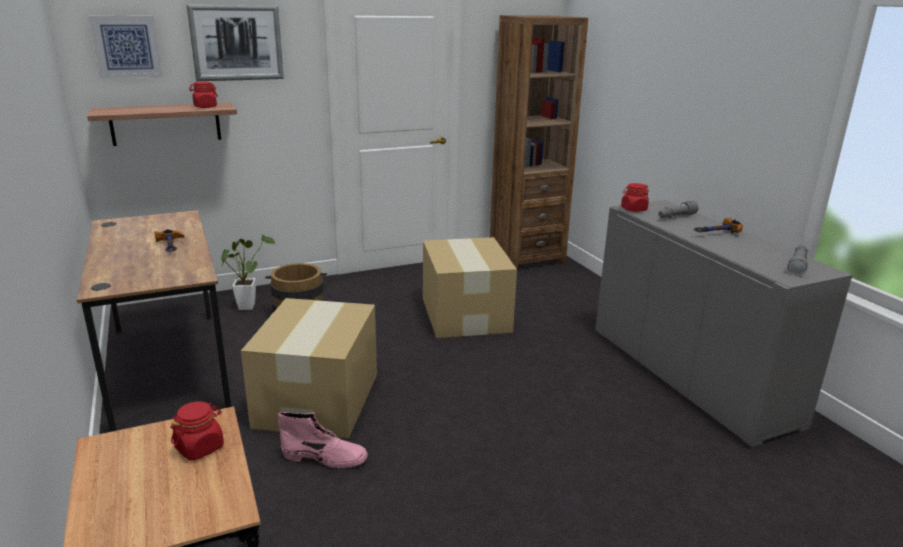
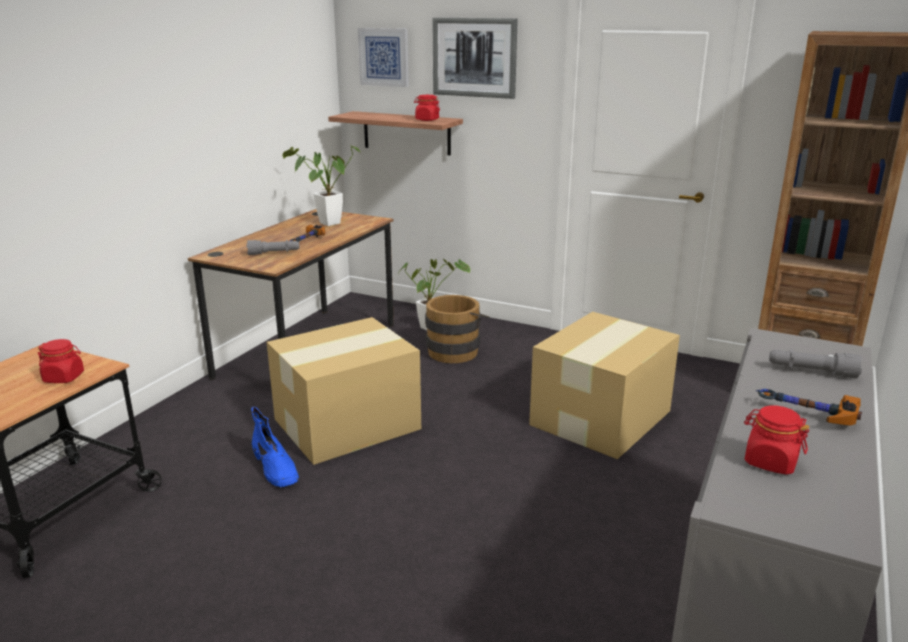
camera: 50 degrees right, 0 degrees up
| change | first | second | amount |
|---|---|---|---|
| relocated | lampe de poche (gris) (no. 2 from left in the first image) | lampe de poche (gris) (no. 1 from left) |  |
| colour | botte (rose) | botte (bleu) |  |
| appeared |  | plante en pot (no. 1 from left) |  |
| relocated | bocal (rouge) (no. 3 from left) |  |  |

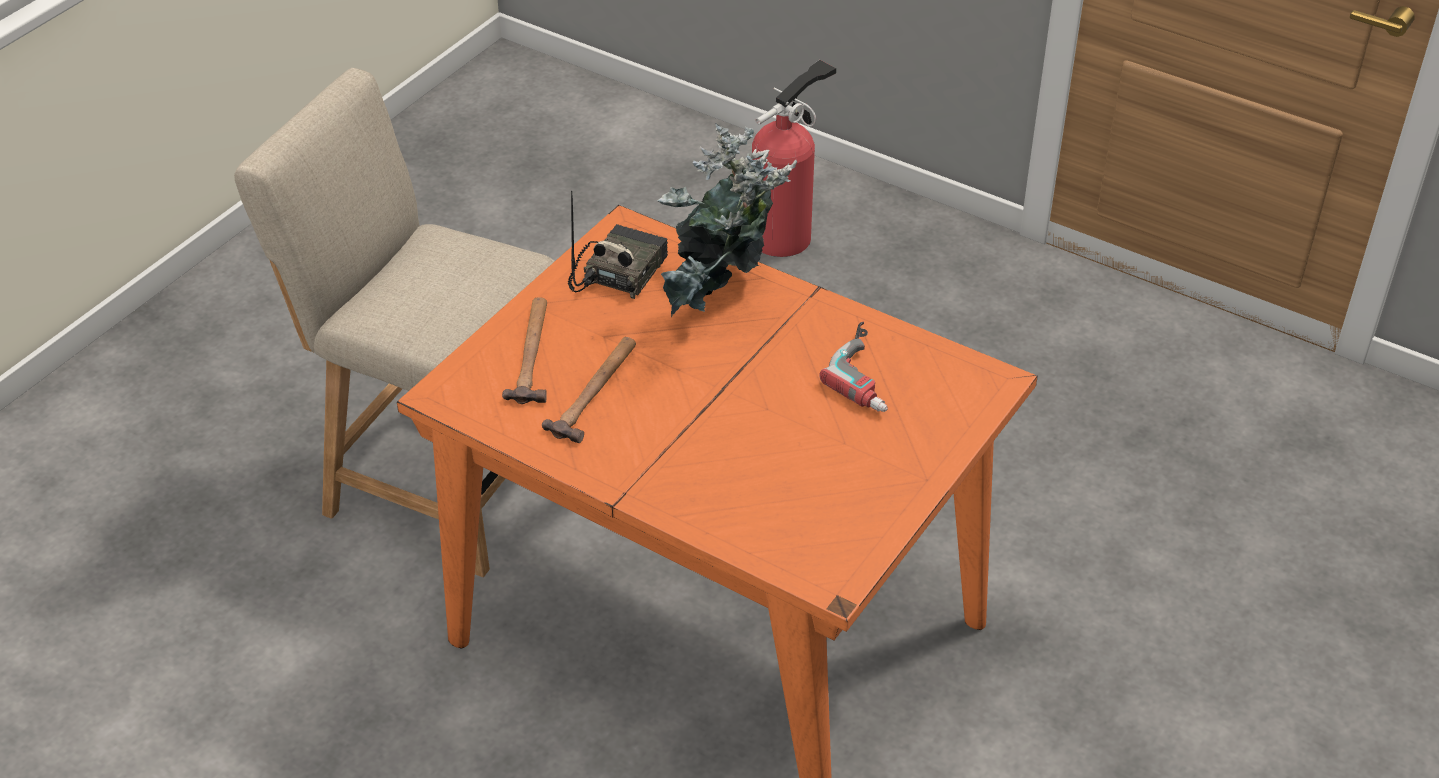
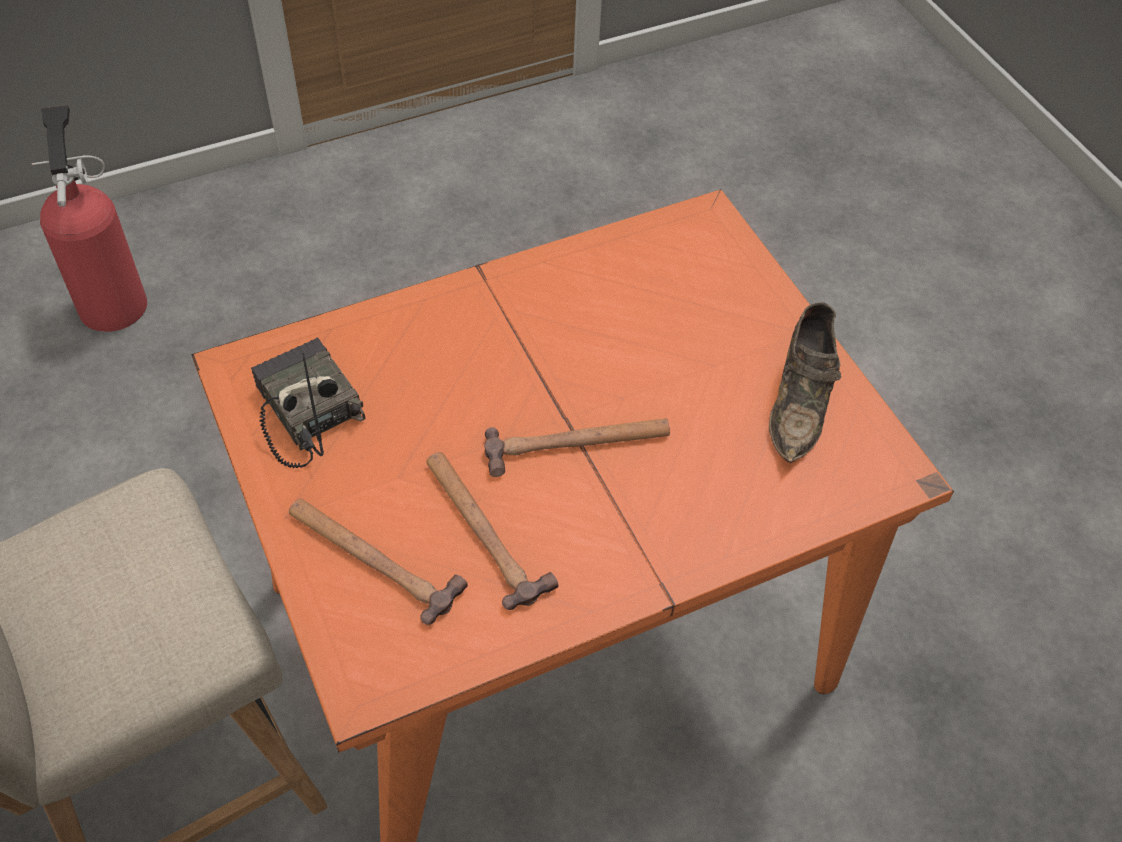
camera: 60 degrees left, 10 degrees up
| change | first | second | amount |
|---|---|---|---|
| appeared |  | marteau (no. 3 from left) |  |
| appeared |  | chaussure (marron) |  |
| missing | plante en pot |  |  |
| missing | perceuse |  |  |

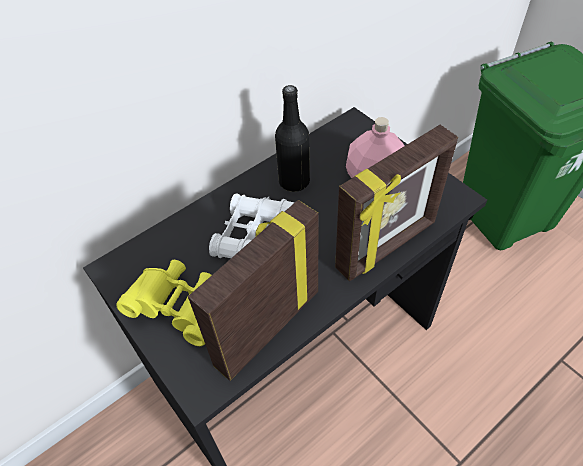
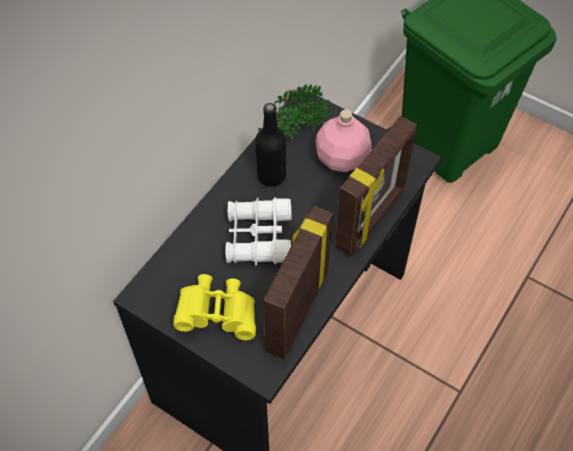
camera: 20 degrees left, 5 degrees up
| change | first | second | amount |
|---|---|---|---|
| appeared |  | plante en pot |  |

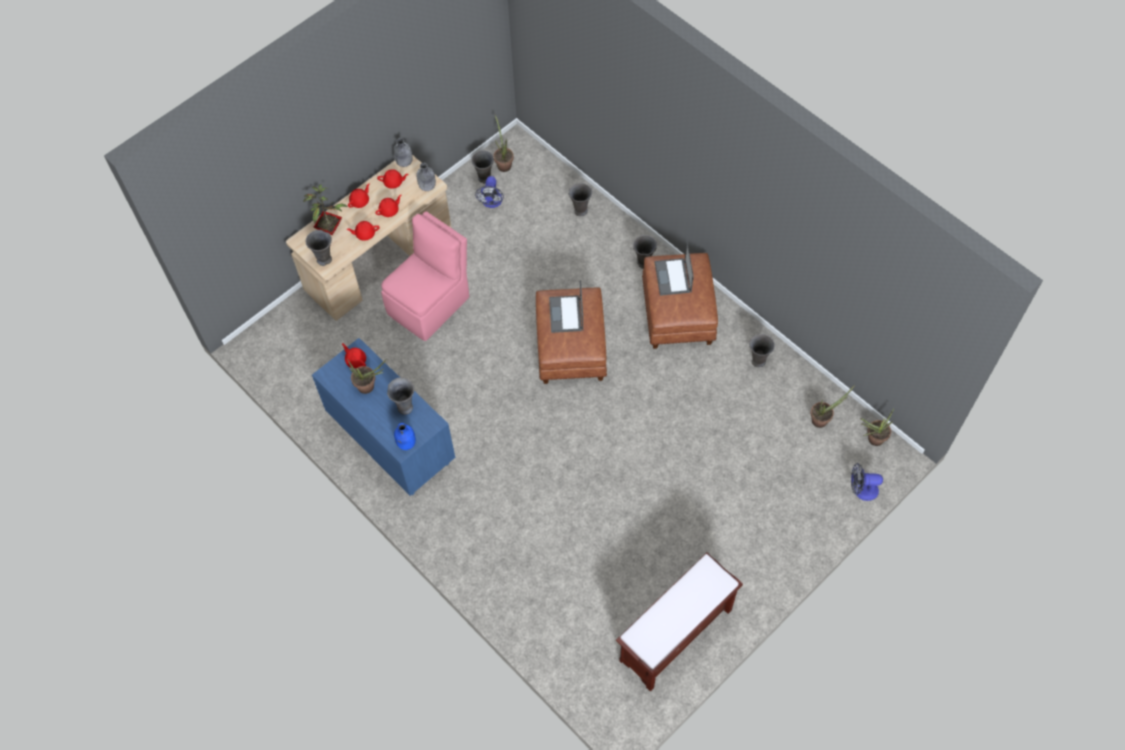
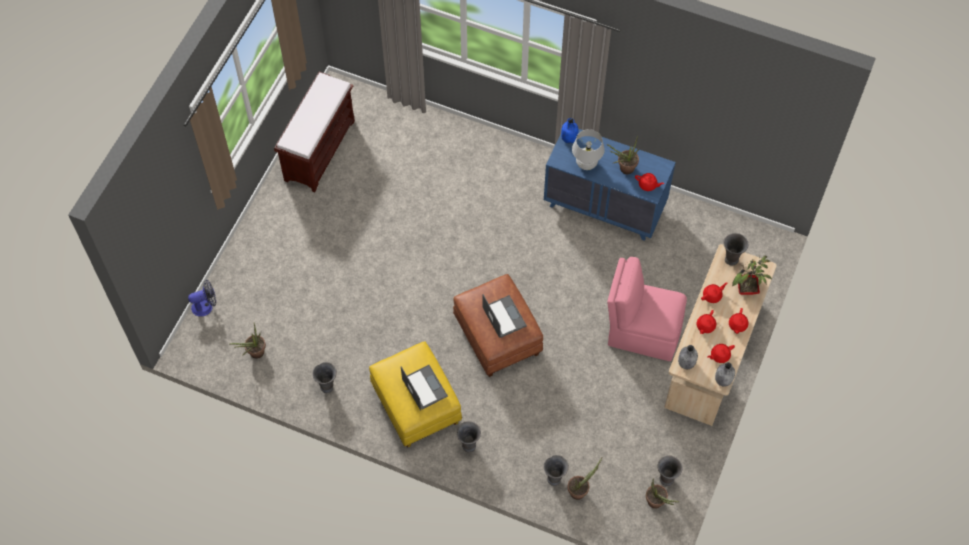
camera: 155 degrees right, 0 degrees up
| change | first | second | amount |
|---|---|---|---|
| colour | pouf (marron) (no. 2 from left) | pouf (jaune) |  |
| relocated | plante en pot (no. 5 from left in the first image) | plante en pot (no. 2 from left) |  |
| exchanged | vase (gris) (no. 2 from left) | lampe de table (blanc) |  |
| spun | chaise (rose) |  | 90 degrees clockwise |
| missing | ventilateur (no. 1 from left) |  |  |

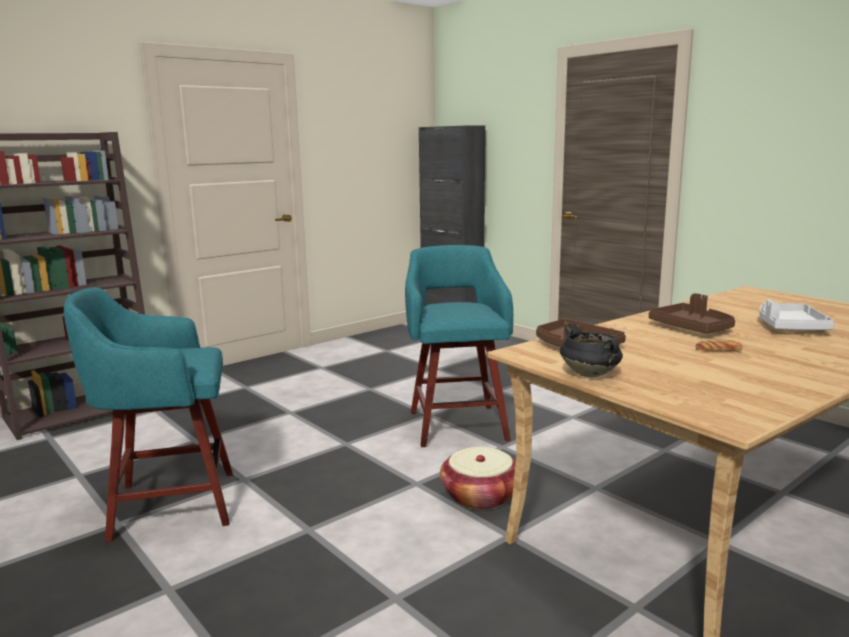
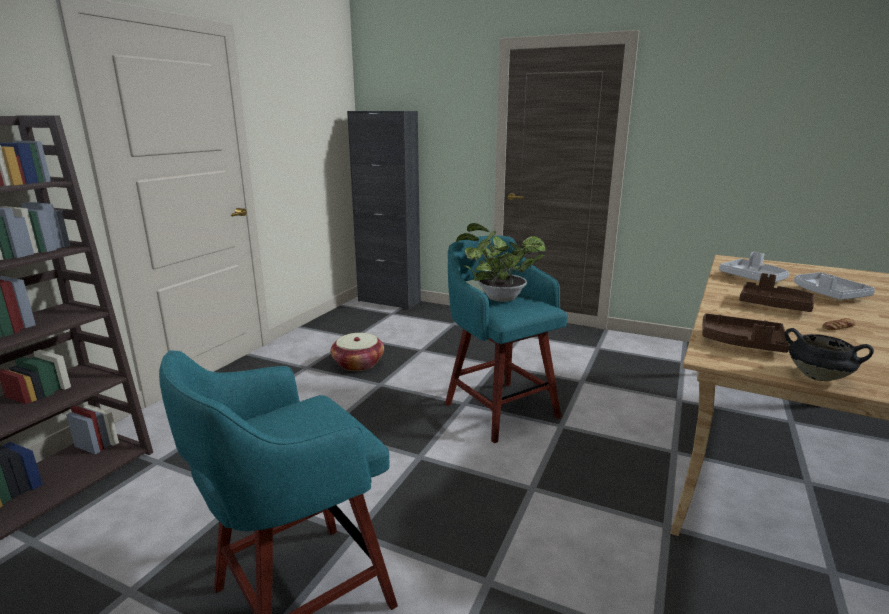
camera: 25 degrees left, 5 degrees up
| change | first | second | amount |
|---|---|---|---|
| relocated | panier |  |  |
| appeared |  | plante en pot |  |
| appeared |  | plateau (gris) (no. 1 from left) |  |

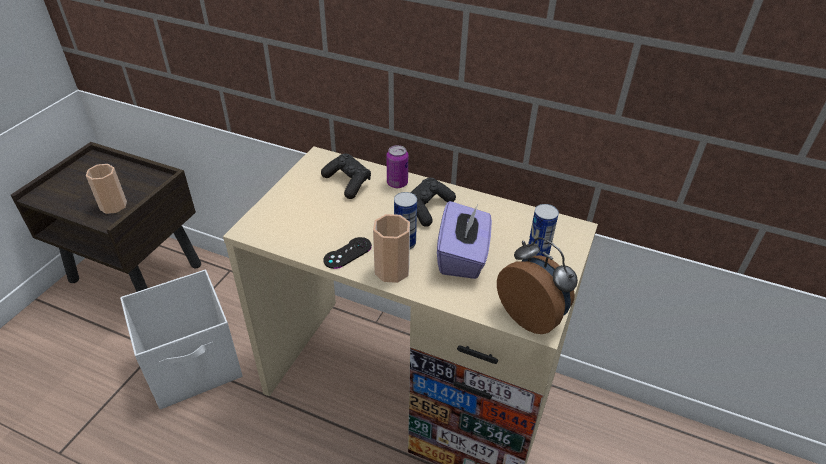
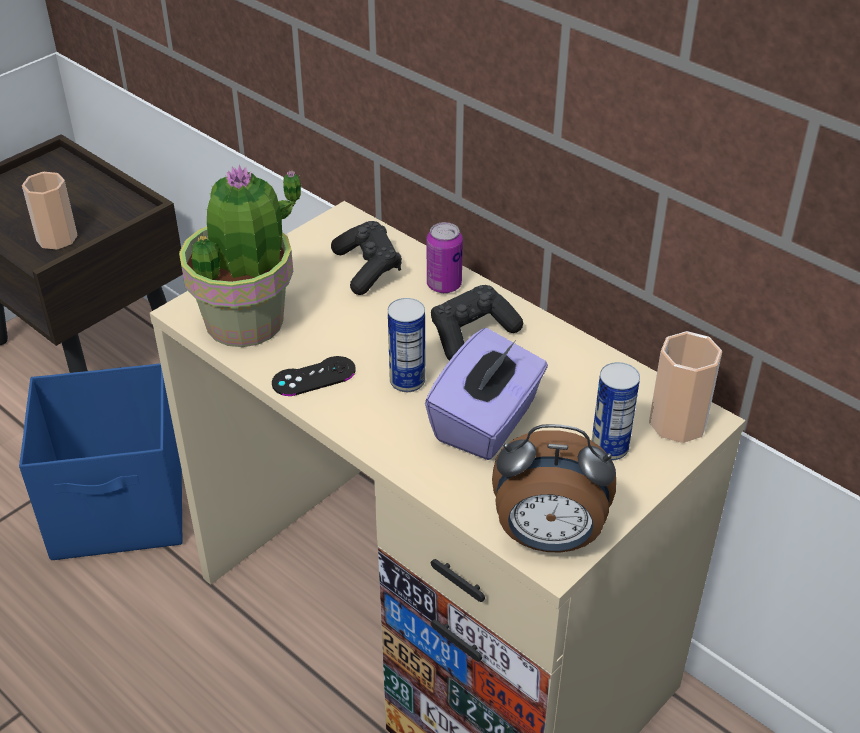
camera: 20 degrees right, 0 degrees up
| change | first | second | amount |
|---|---|---|---|
| colour | boîte de rangement (blanc) | boîte de rangement (bleu) |  |
| appeared |  | plante en pot |  |
| spun | réveil |  | 120 degrees clockwise |
| relocated | tasse (no. 2 from left) |  |  |

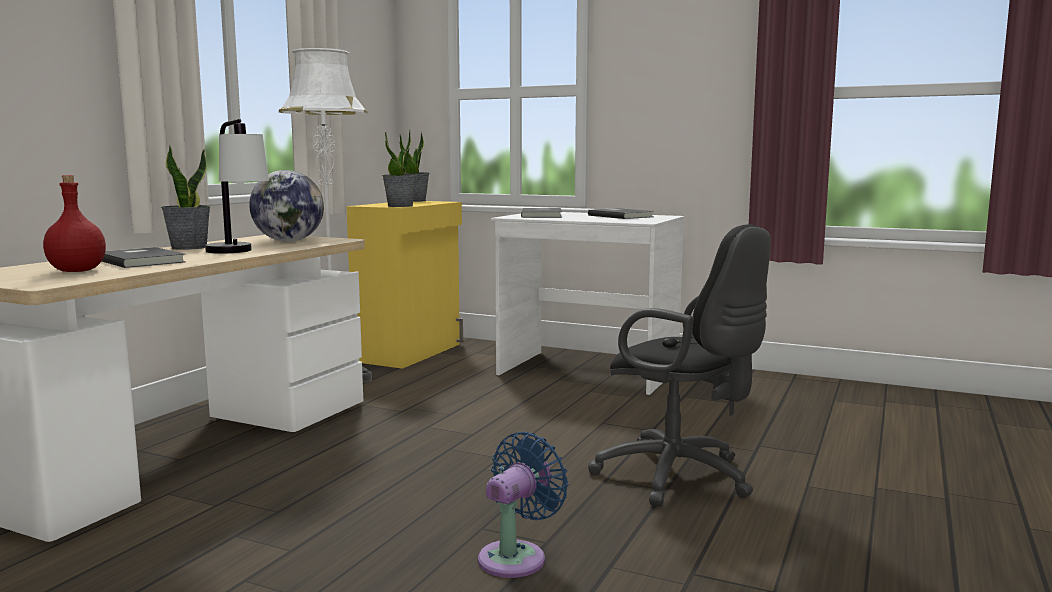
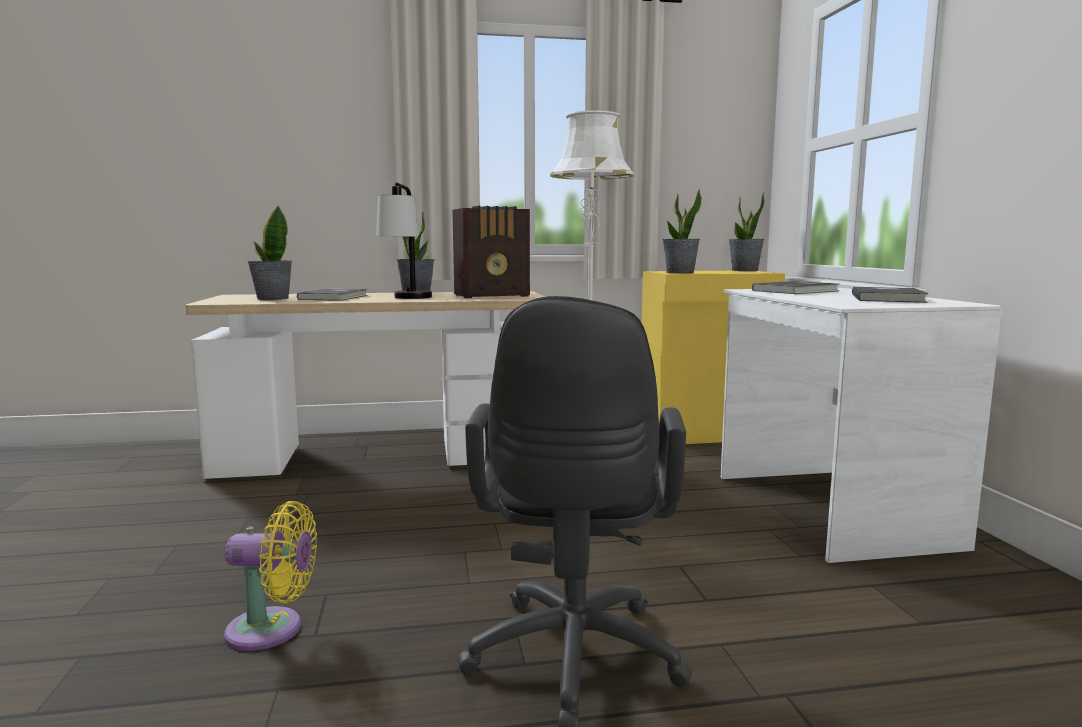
camera: 55 degrees right, 0 degrees up
| change | first | second | amount |
|---|---|---|---|
| colour | ventilateur (bleu) | ventilateur (jaune) |  |
| exchanged | bouteille (rouge) | plante en pot (no. 1 from left) |  |
| exchanged | globe | radio |  |

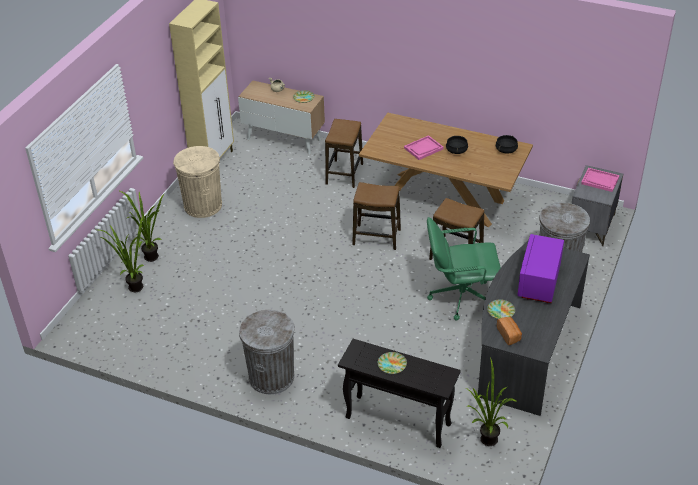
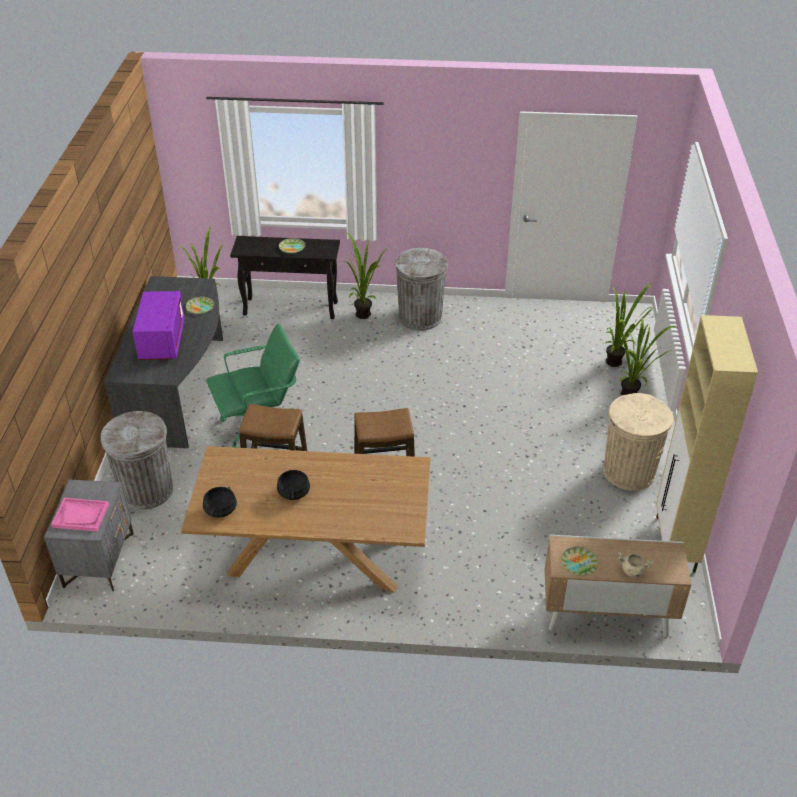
camera: 160 degrees right, 0 degrees up
| change | first | second | amount |
|---|---|---|---|
| appeared |  | plante en pot (no. 2 from left) |  |
| missing | tabouret (no. 1 from left) |  |  |
| missing | plateau (rose) (no. 1 from left) |  |  |
| missing | pain |  |  |

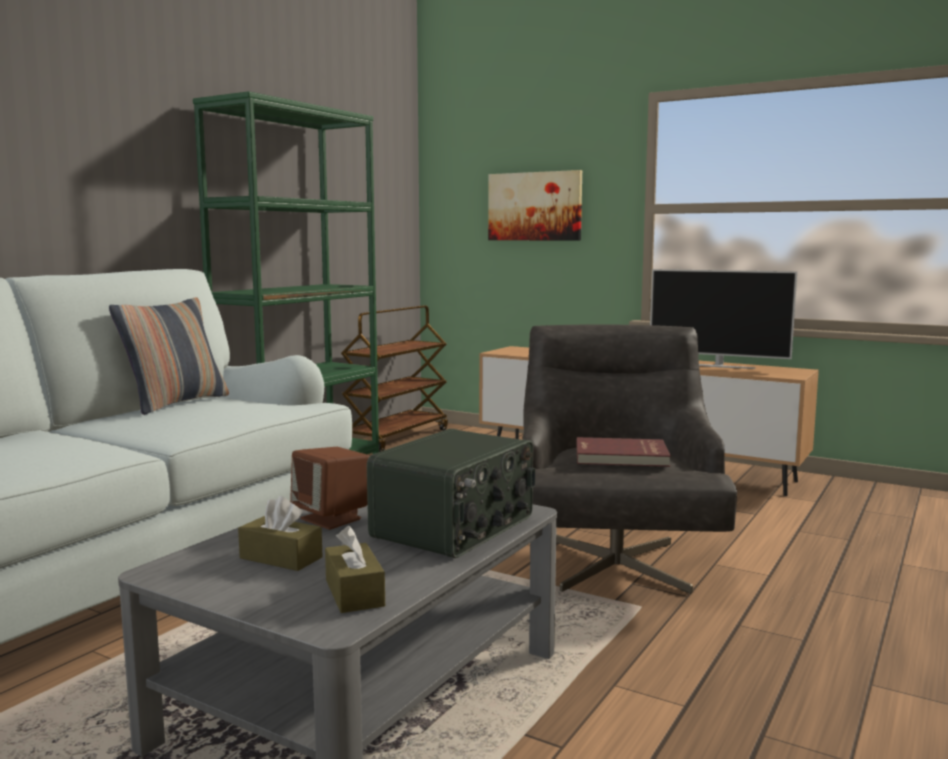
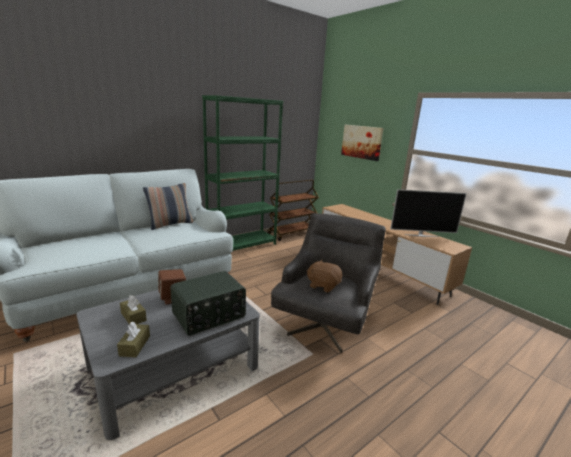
camera: 20 degrees right, 10 degrees up
| change | first | second | amount |
|---|---|---|---|
| exchanged | livre (rouge) | peluche (marron) |  |
| spun | téléviseur |  | 45 degrees counterclockwise |

